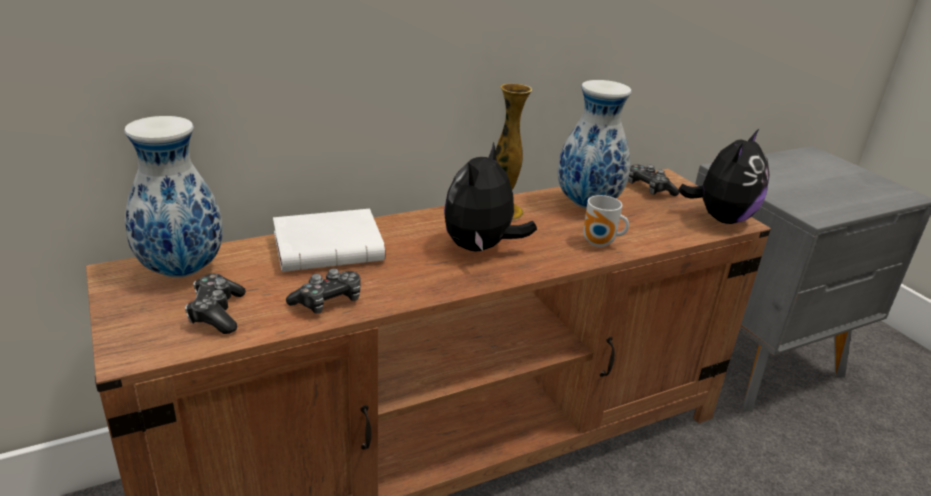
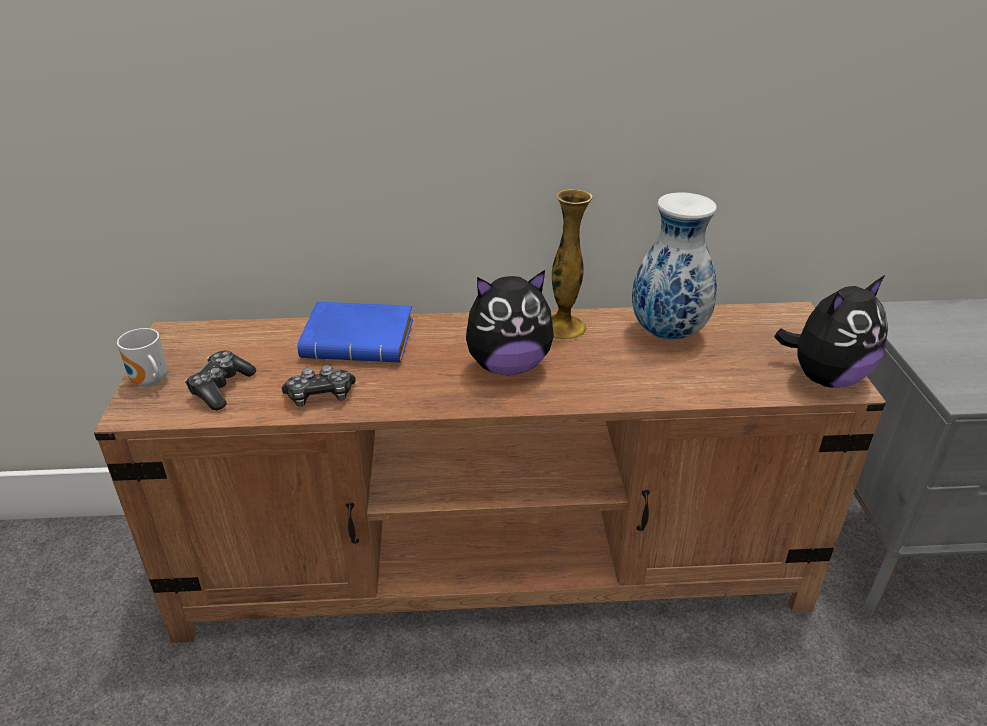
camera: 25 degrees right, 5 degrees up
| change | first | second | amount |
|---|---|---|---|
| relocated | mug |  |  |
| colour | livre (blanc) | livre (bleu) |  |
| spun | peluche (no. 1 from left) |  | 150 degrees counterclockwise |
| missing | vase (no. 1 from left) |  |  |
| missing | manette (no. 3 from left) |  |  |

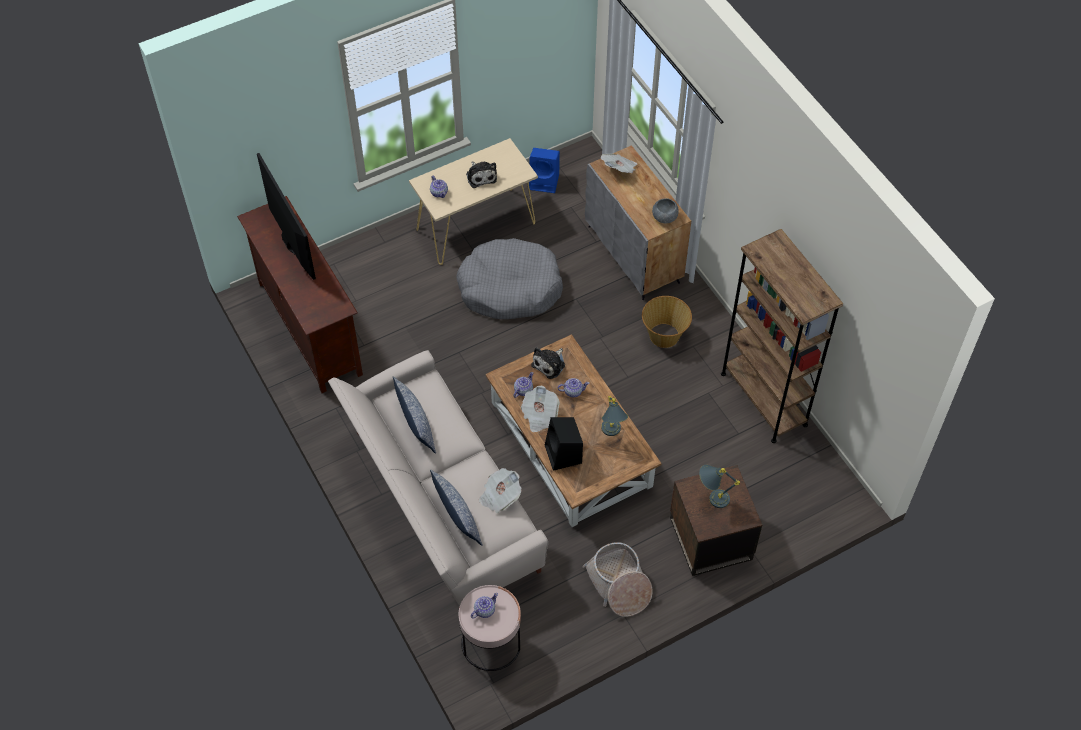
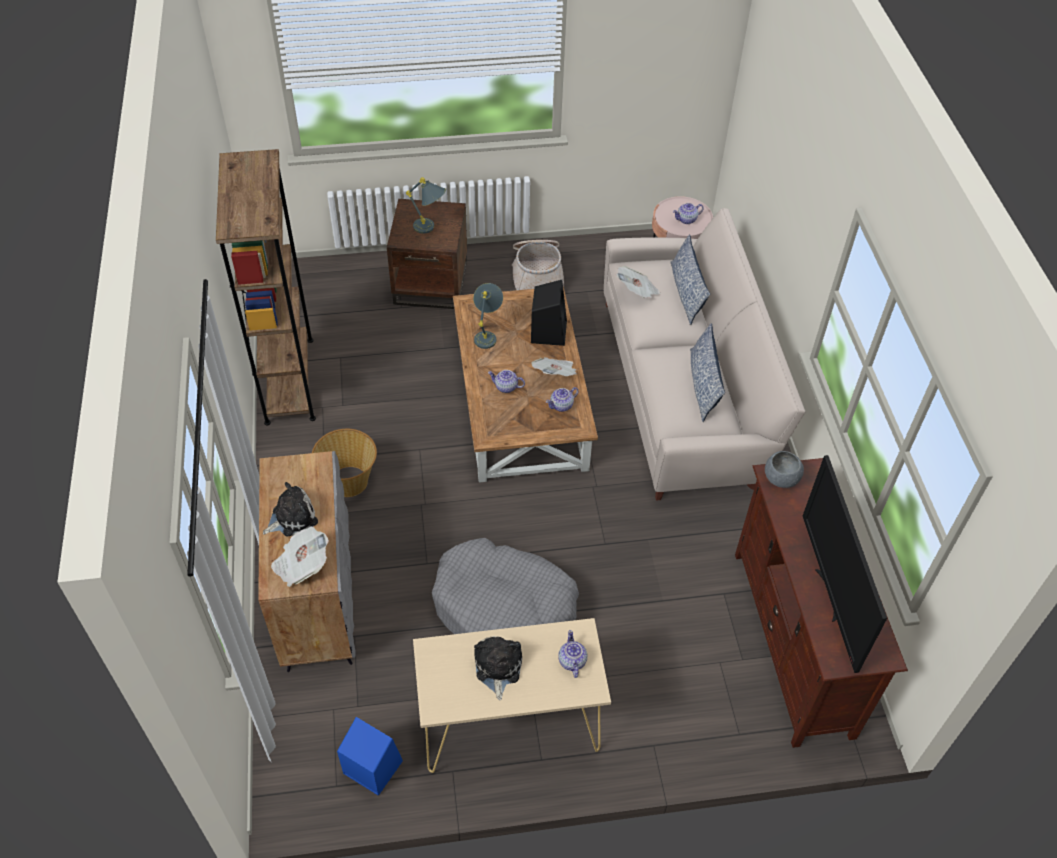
camera: 160 degrees left, 5 degrees down
| change | first | second | amount |
|---|---|---|---|
| relocated | peluche (no. 2 from left in the first image) | peluche (no. 1 from left) |  |
| relocated | bol (gris) |  |  |

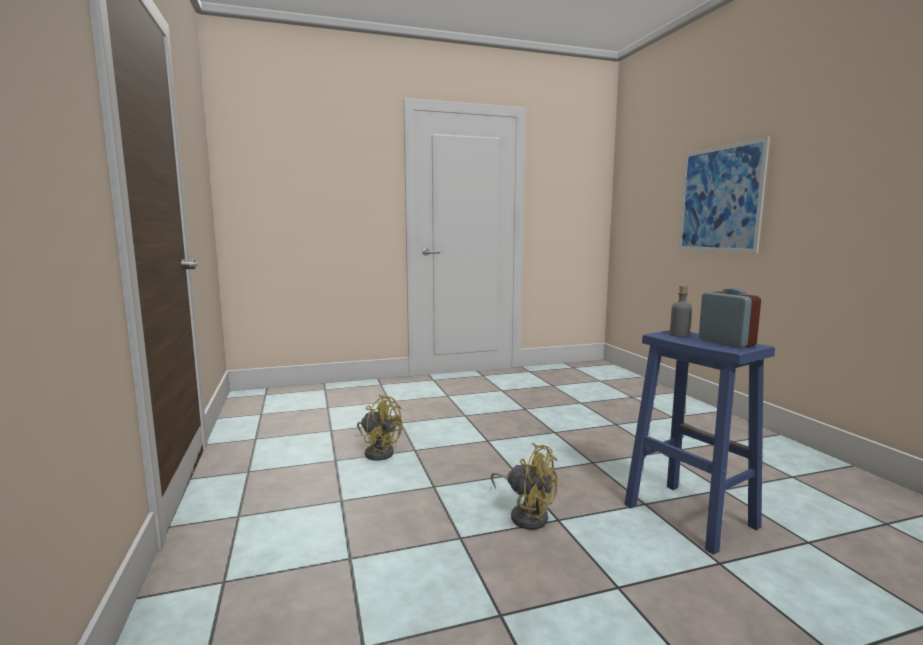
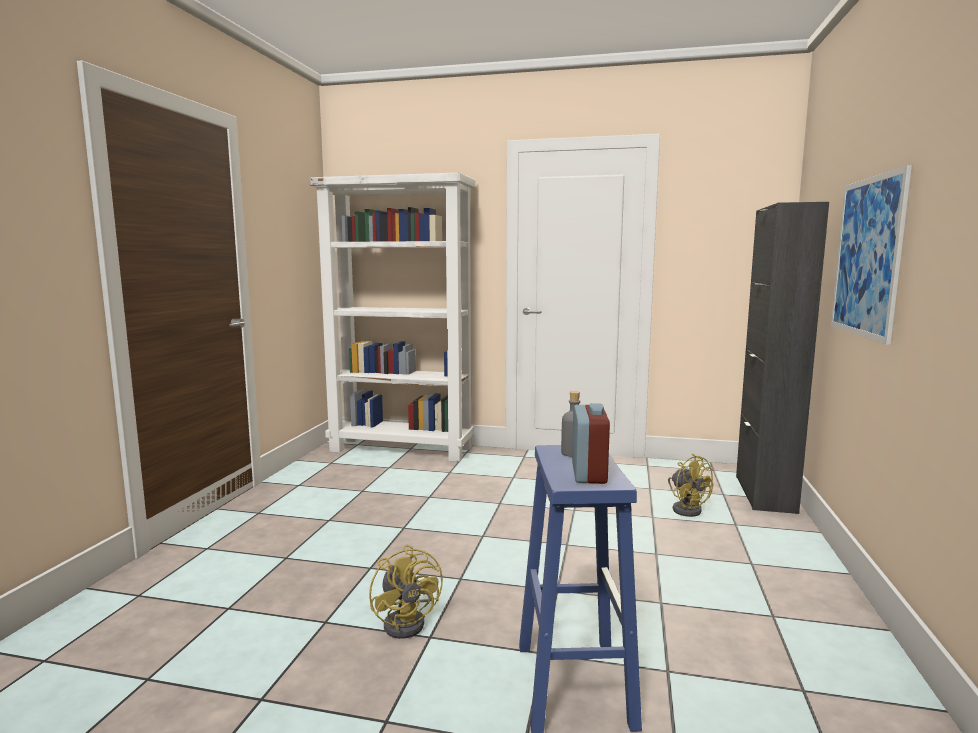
camera: 30 degrees right, 0 degrees up
| change | first | second | amount |
|---|---|---|---|
| appeared |  | bibliothèque (blanc) |  |
| relocated | ventilateur (jaune) (no. 1 from left in the first image) | ventilateur (jaune) (no. 2 from left) |  |
| appeared |  | meuble de rangement (noir) |  |

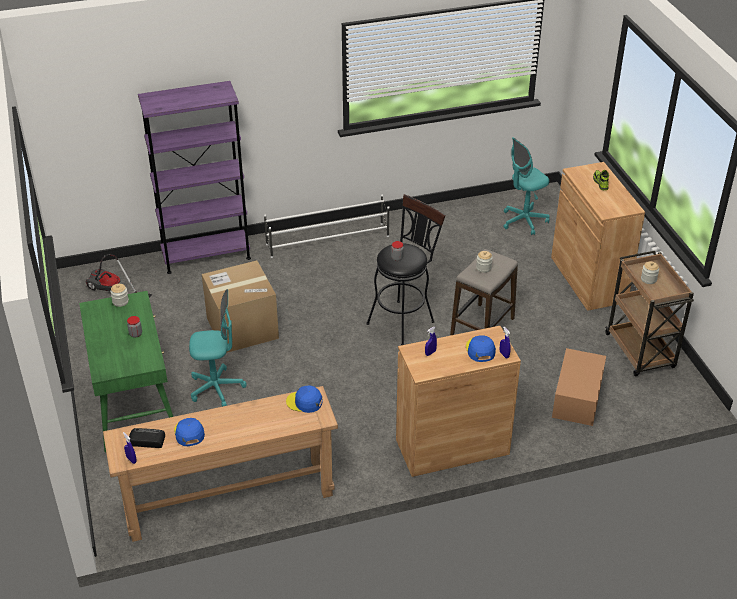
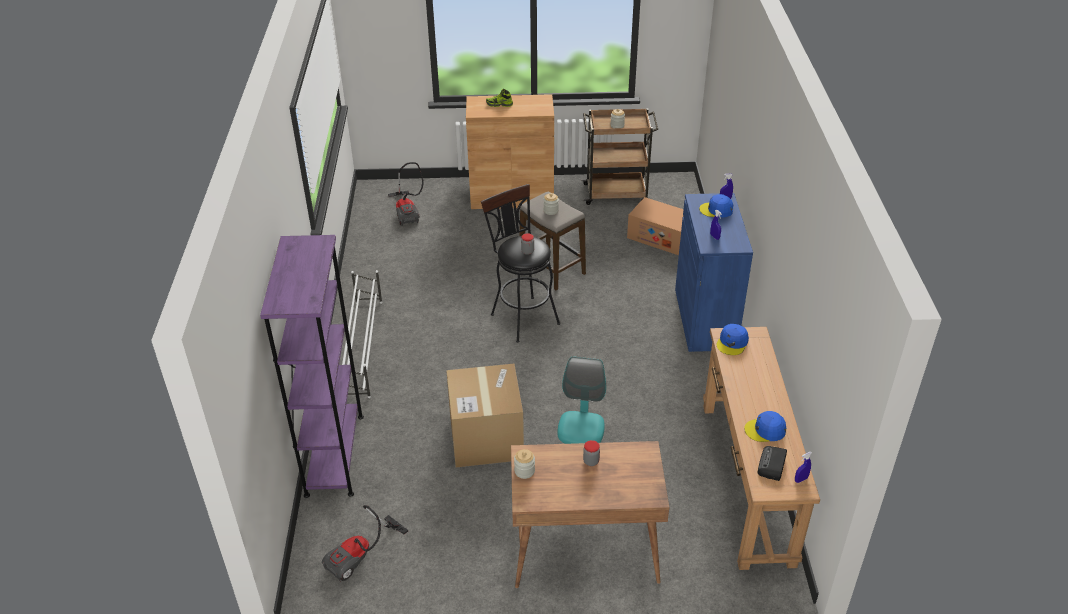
camera: 75 degrees left, 0 degrees up
| change | first | second | amount |
|---|---|---|---|
| exchanged | chaise de bureau (turquoise) (no. 2 from left) | aspirateur (no. 2 from left) |  |
| colour | bureau (vert) | bureau (marron) |  |
| colour | meuble de rangement (marron) (no. 1 from left) | meuble de rangement (bleu) |  |

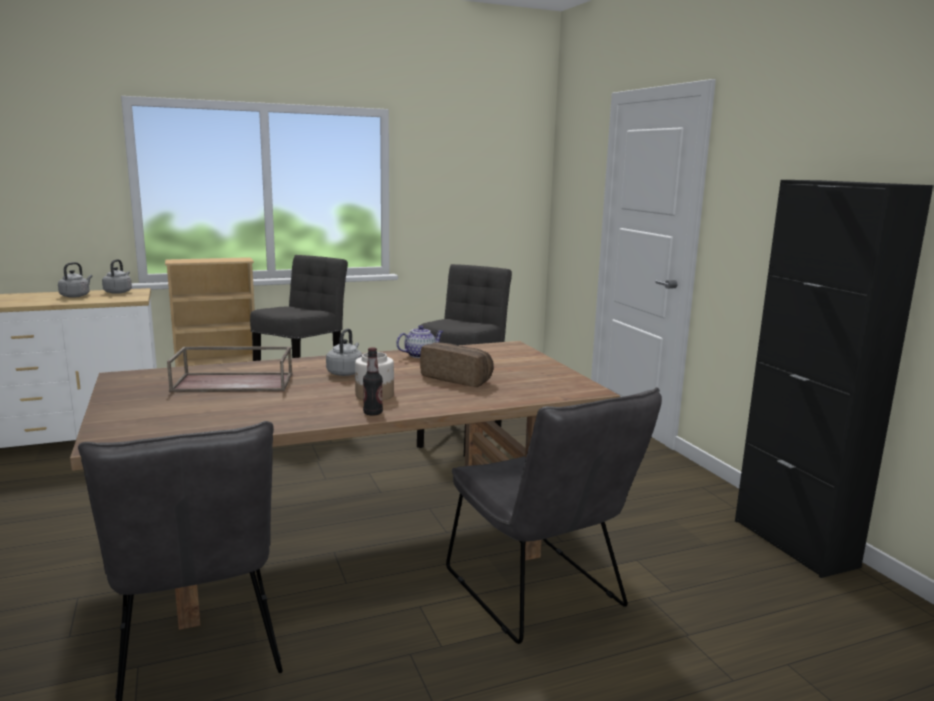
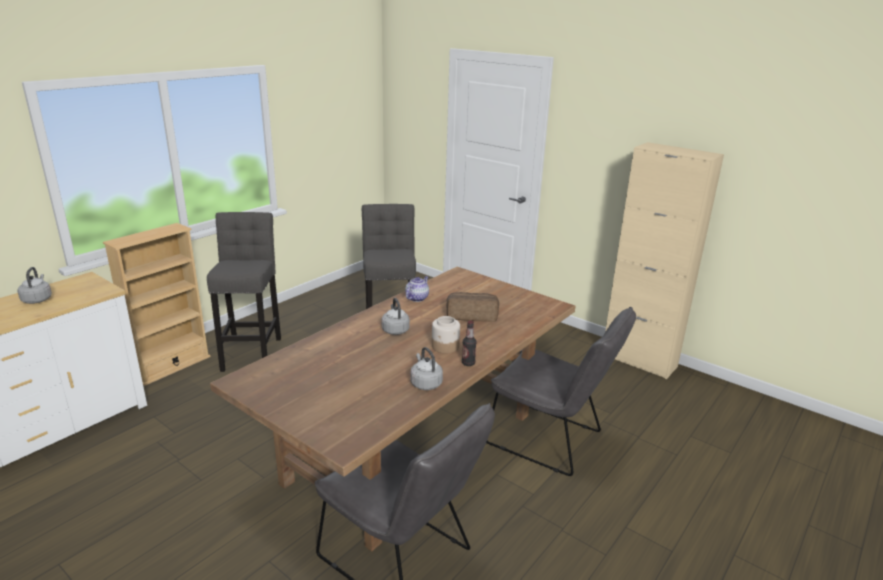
camera: 30 degrees left, 10 degrees up
| change | first | second | amount |
|---|---|---|---|
| relocated | bouilloire (gris) (no. 2 from left in the first image) | bouilloire (gris) (no. 3 from left) |  |
| colour | meuble de rangement (noir) | meuble de rangement (beige) |  |
| missing | plateau (marron) |  |  |

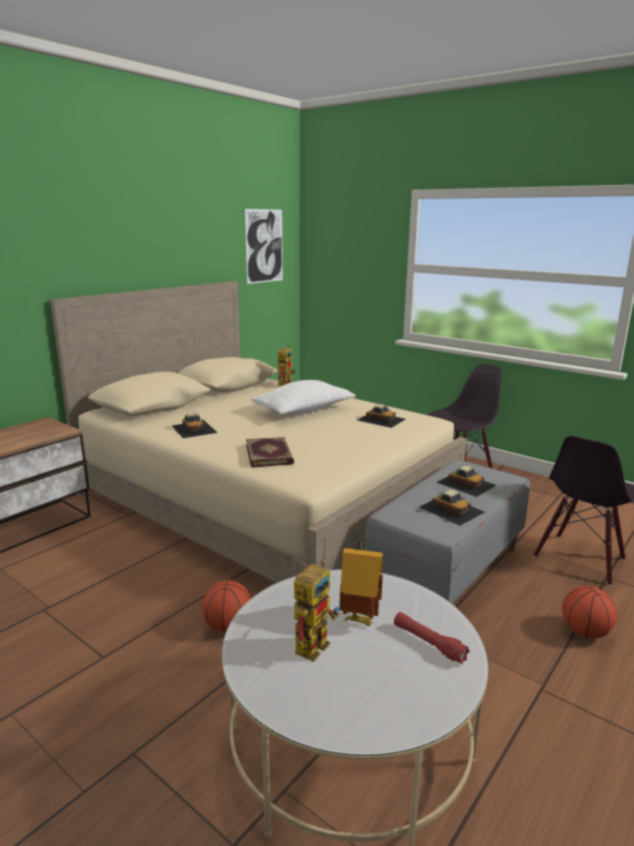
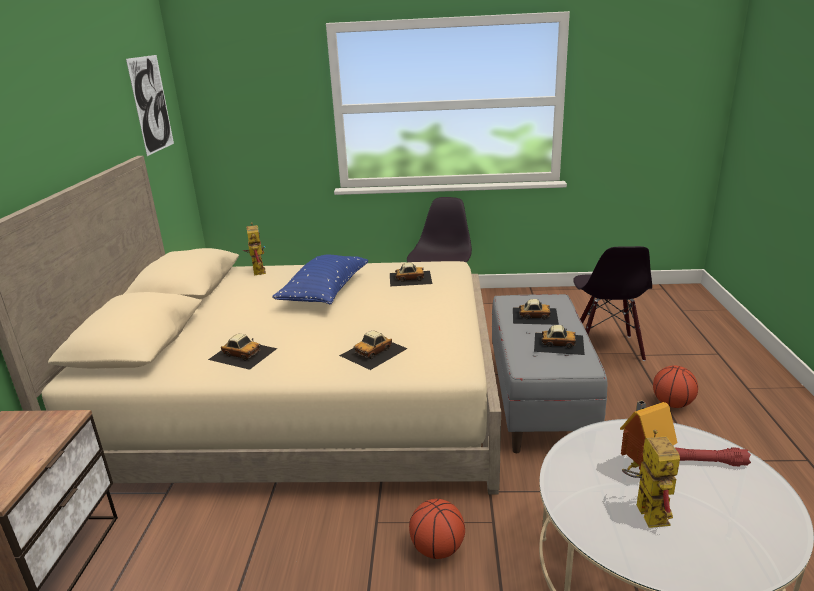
camera: 35 degrees left, 5 degrees up
| change | first | second | amount |
|---|---|---|---|
| colour | coussin (blanc) | coussin (bleu) |  |
| exchanged | livre | petite voiture (no. 2 from left) |  |

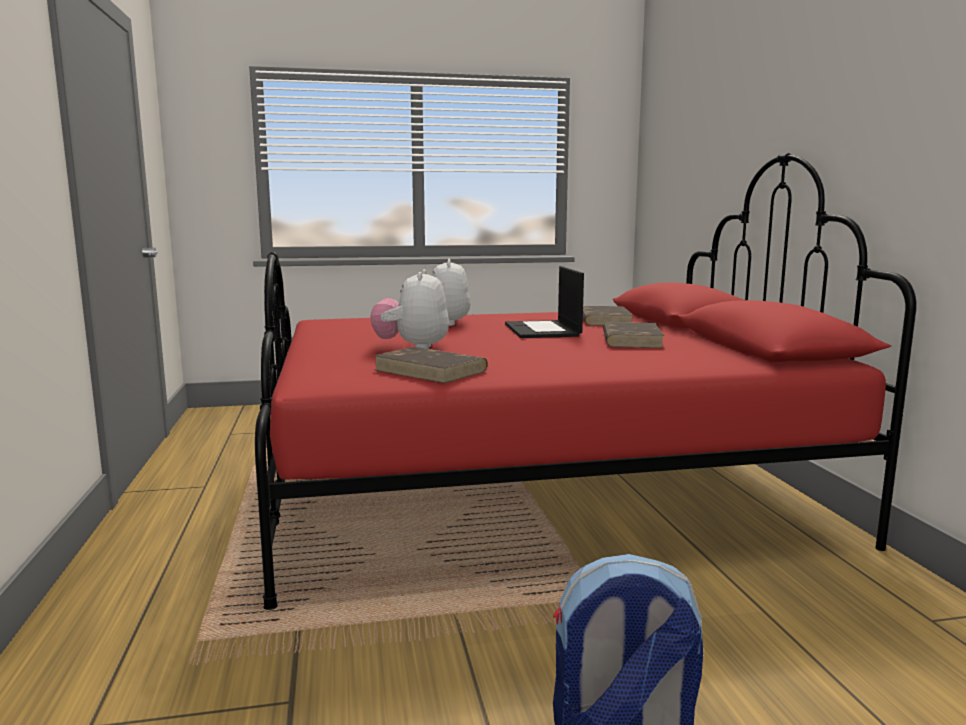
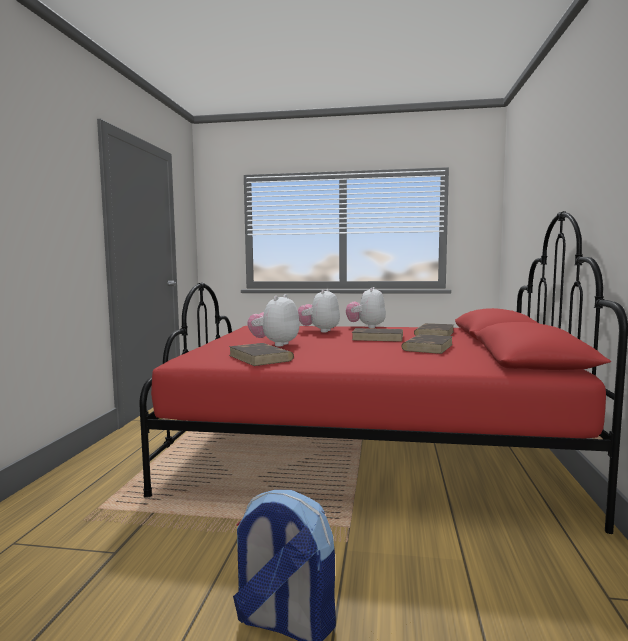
camera: 20 degrees right, 5 degrees down
| change | first | second | amount |
|---|---|---|---|
| appeared |  | peluche (no. 3 from left) |  |
| exchanged | ordinateur portable | livre (marron) (no. 2 from left) |  |

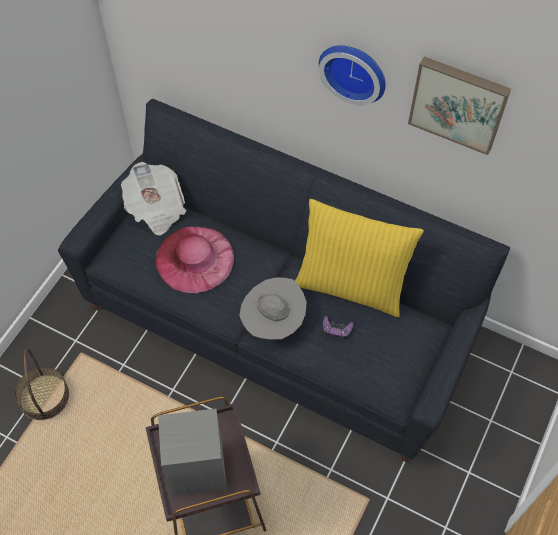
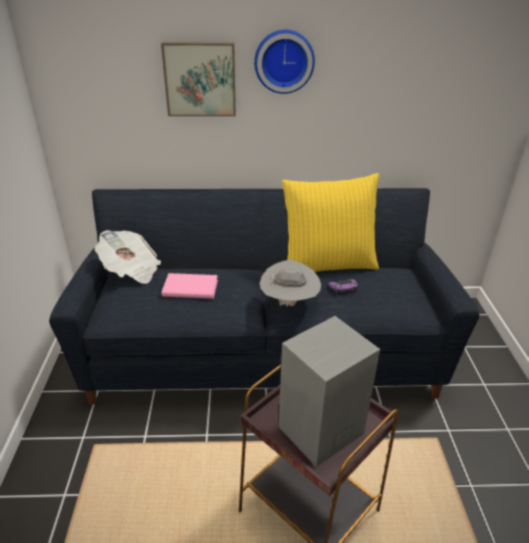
camera: 30 degrees left, 25 degrees down
| change | first | second | amount |
|---|---|---|---|
| relocated | tableau |  |  |
| exchanged | chapeau (rose) | livre (rose) |  |
| missing | panier |  |  |

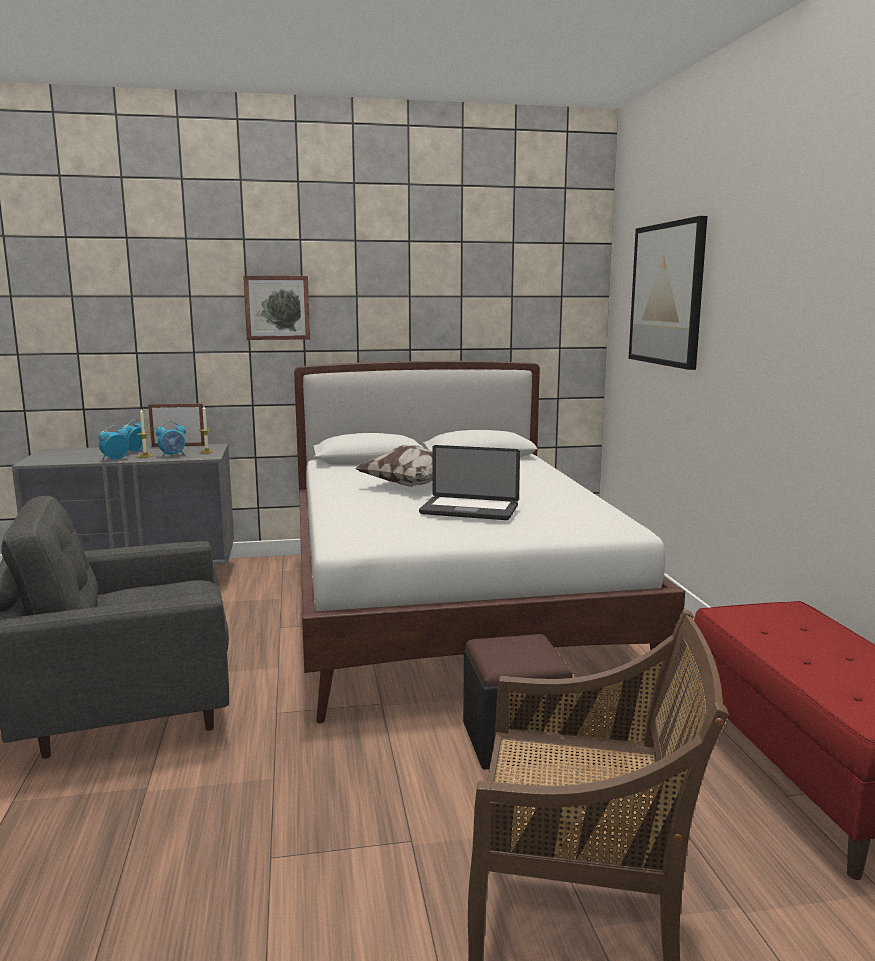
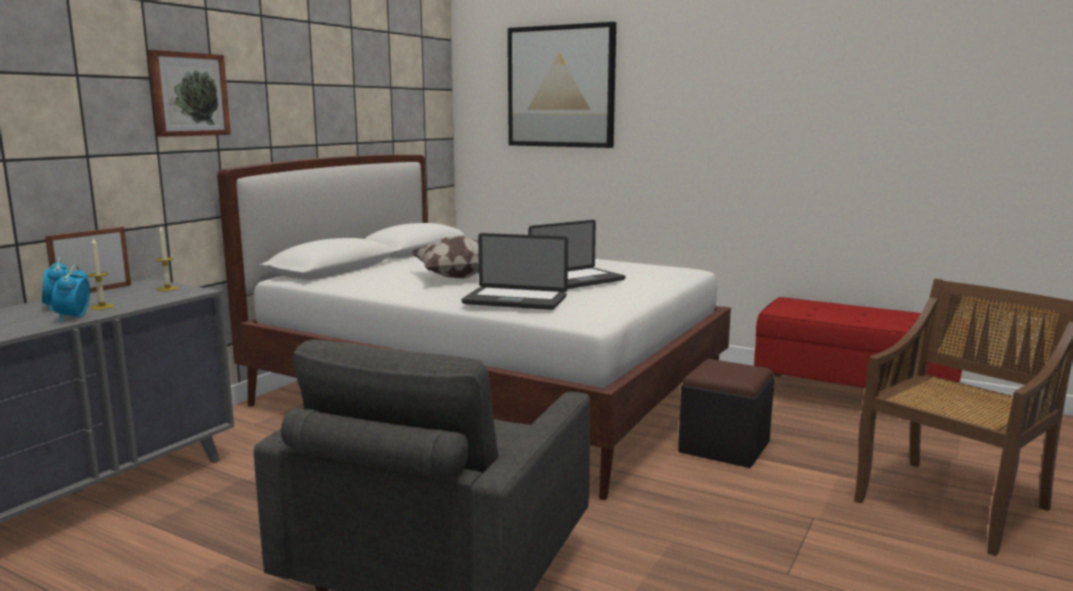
camera: 50 degrees left, 0 degrees up
| change | first | second | amount |
|---|---|---|---|
| appeared |  | ordinateur portable (no. 1 from left) |  |
| missing | réveil (no. 3 from left) |  |  |

